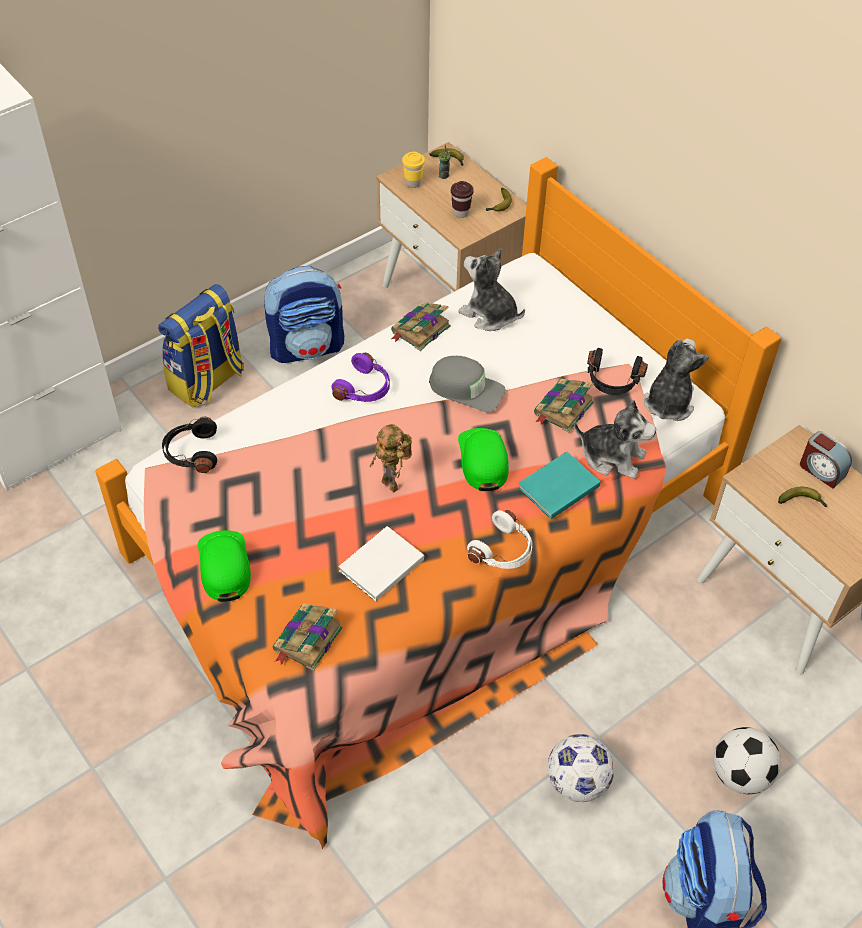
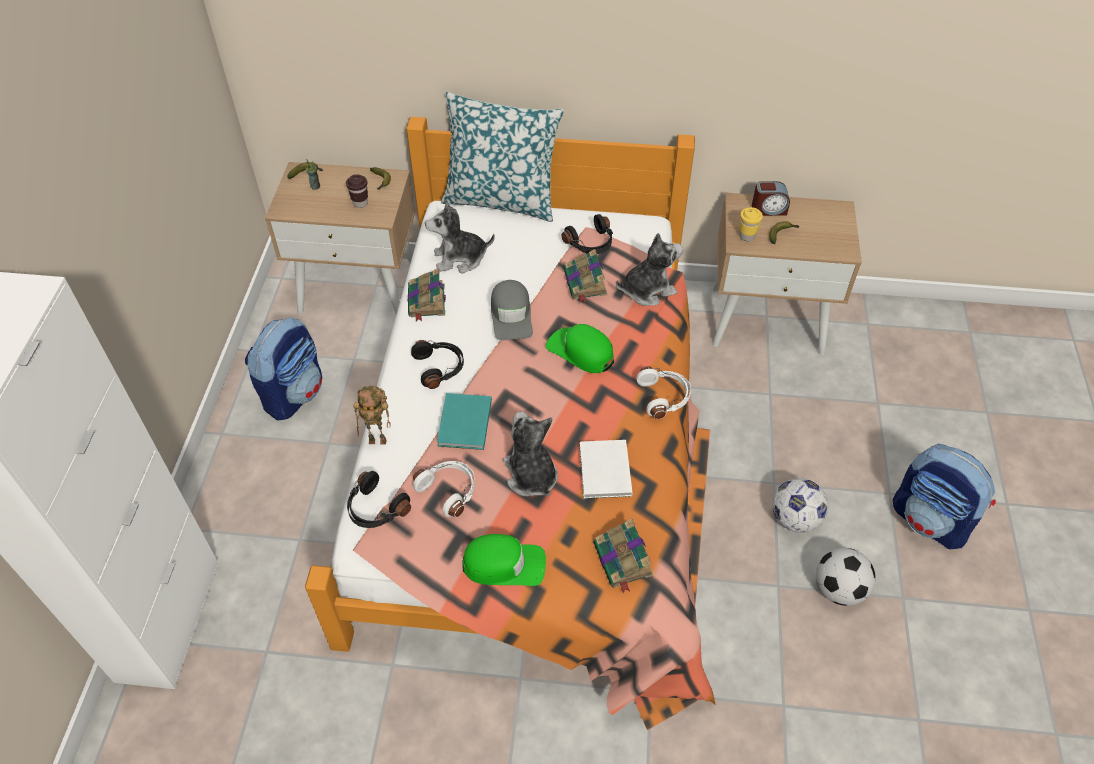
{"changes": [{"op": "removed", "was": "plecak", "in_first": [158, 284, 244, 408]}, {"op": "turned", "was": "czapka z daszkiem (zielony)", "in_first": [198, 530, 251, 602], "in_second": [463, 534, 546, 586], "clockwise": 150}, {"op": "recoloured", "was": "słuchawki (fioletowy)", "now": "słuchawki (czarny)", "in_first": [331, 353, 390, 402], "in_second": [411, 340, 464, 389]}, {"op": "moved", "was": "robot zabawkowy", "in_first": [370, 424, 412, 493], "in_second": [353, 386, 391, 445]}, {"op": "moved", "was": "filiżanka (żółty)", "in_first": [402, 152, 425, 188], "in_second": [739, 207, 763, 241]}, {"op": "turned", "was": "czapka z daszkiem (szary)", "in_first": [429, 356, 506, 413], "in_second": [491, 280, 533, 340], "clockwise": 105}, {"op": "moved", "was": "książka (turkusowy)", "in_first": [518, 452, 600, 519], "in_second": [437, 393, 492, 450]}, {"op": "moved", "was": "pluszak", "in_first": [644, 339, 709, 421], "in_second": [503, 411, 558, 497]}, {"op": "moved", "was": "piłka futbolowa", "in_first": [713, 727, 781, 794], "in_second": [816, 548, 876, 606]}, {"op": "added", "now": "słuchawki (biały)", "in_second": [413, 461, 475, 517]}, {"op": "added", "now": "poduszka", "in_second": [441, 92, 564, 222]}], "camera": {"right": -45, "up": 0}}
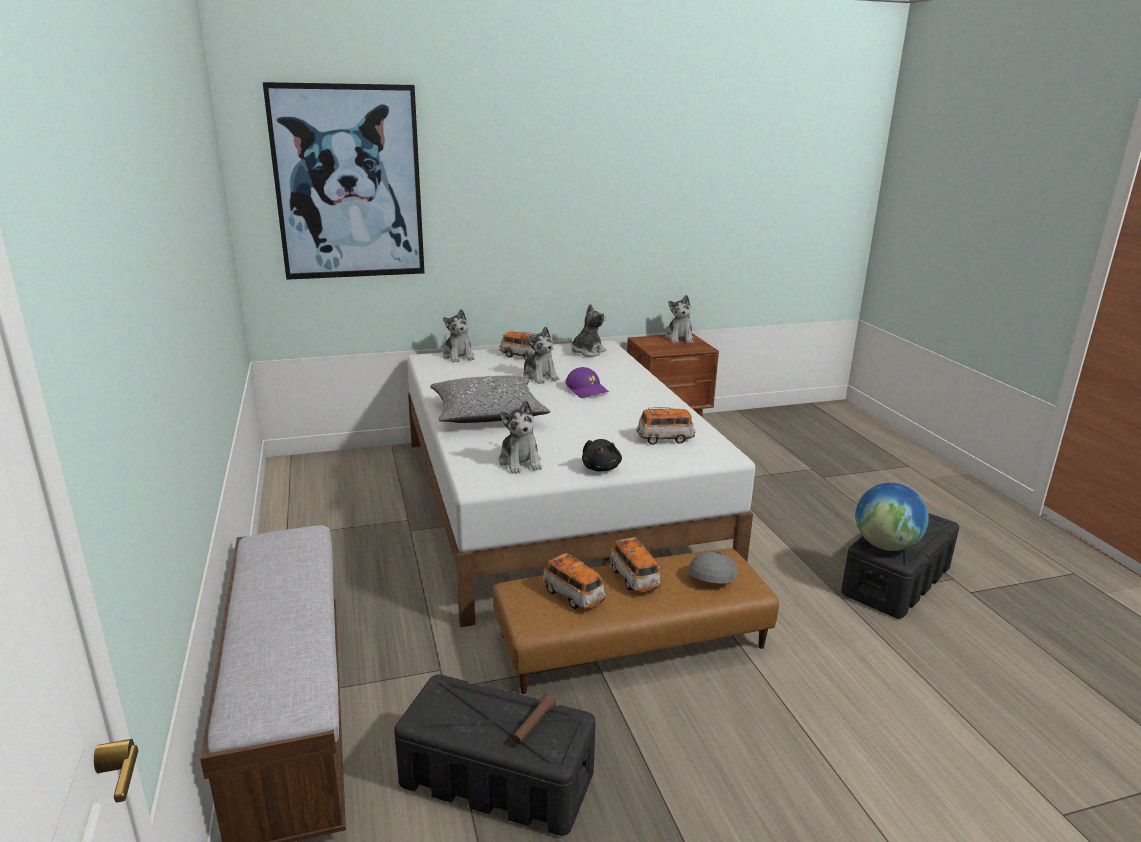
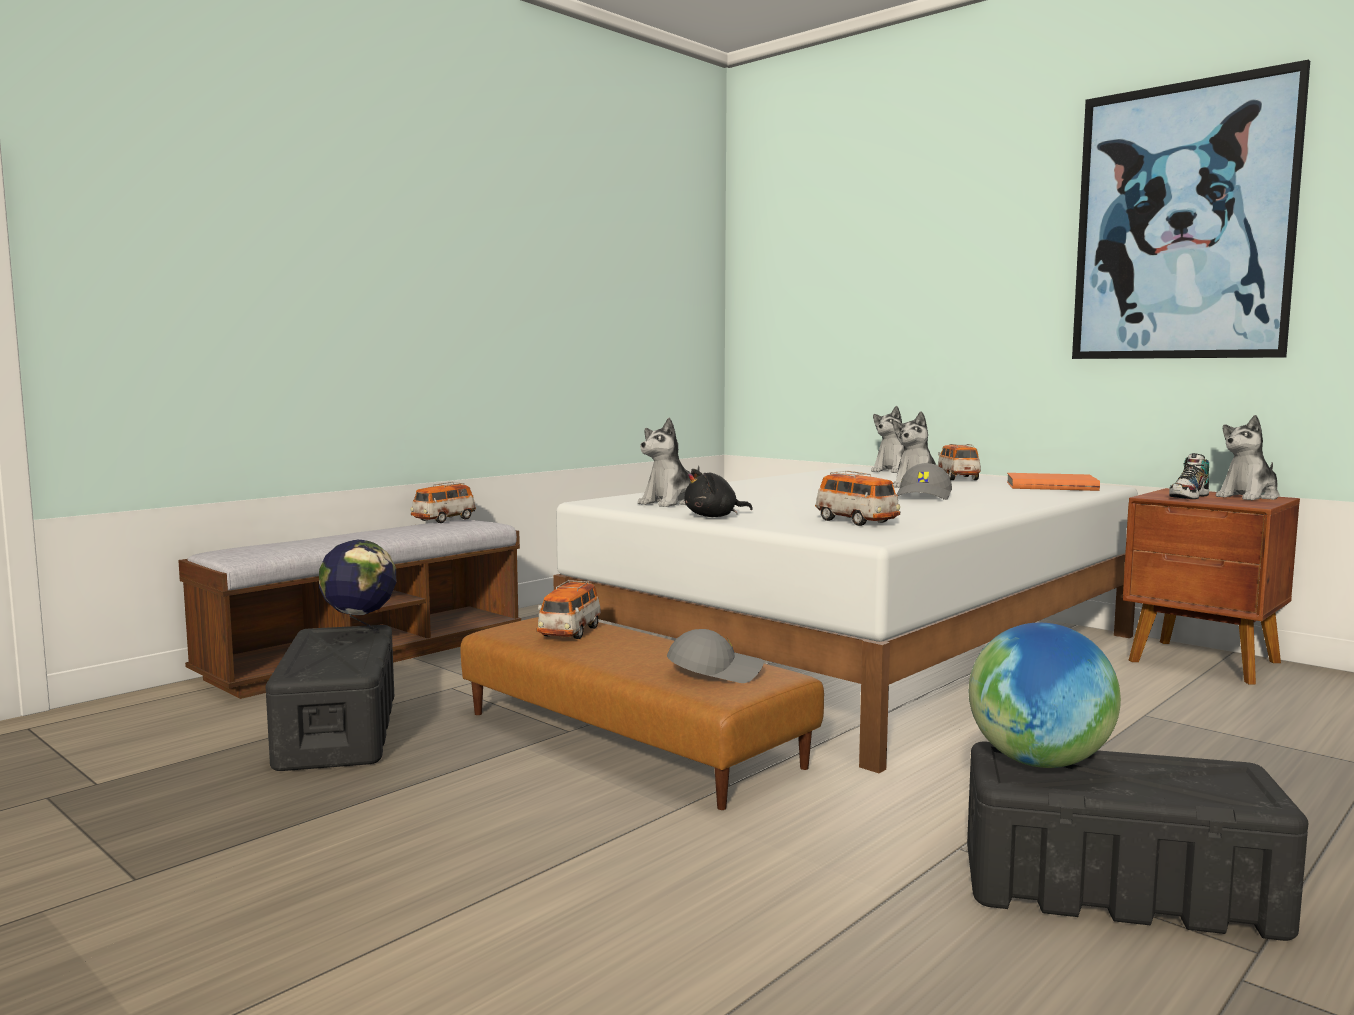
{"changes": [{"op": "moved", "was": "obraz", "in_first": [263, 82, 424, 280], "in_second": [1072, 60, 1310, 359]}, {"op": "removed", "was": "poduszka (szary)", "in_first": [430, 375, 550, 423]}, {"op": "removed", "was": "latarka (brązowy)", "in_first": [511, 694, 556, 745]}, {"op": "recoloured", "was": "czapka z daszkiem (fioletowy)", "now": "czapka z daszkiem (szary)", "in_first": [566, 367, 609, 398], "in_second": [897, 463, 952, 500]}, {"op": "replaced", "was": "pluszak", "now": "książka (pomarańczowy)", "in_first": [570, 304, 607, 357], "in_second": [1007, 473, 1100, 491]}, {"op": "moved", "was": "samochodzik", "in_first": [610, 537, 661, 592], "in_second": [411, 482, 476, 523]}, {"op": "added", "now": "globus", "in_second": [319, 540, 396, 643]}, {"op": "added", "now": "but", "in_second": [1169, 453, 1209, 499]}], "camera": {"right": 60, "up": -15}}
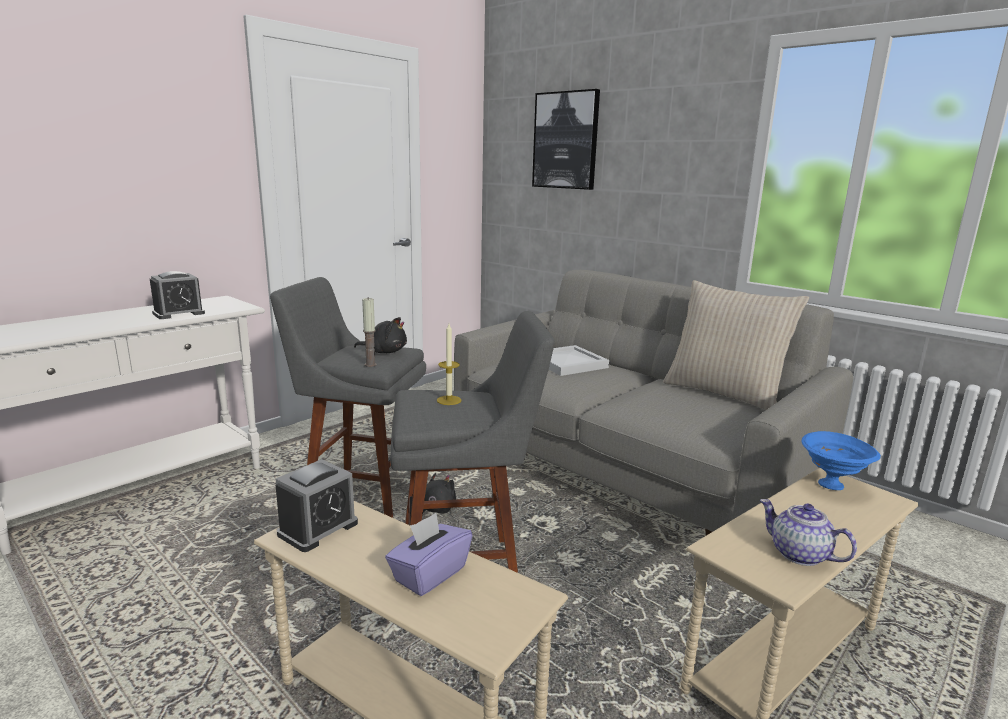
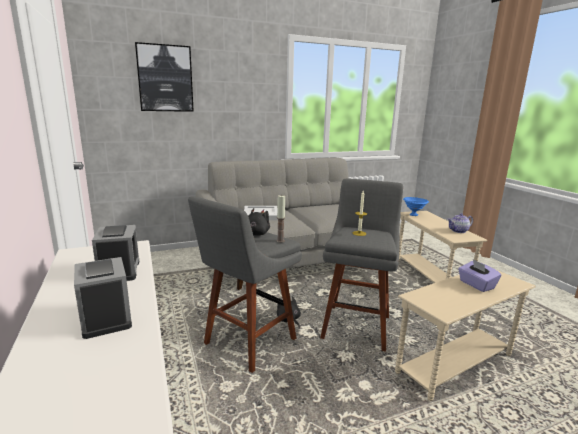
{"changes": [{"op": "moved", "was": "budzik", "in_first": [275, 459, 358, 552], "in_second": [74, 257, 132, 339]}, {"op": "removed", "was": "poduszka (beżowy)", "in_first": [663, 280, 809, 410]}], "camera": {"right": -65, "up": 0}}
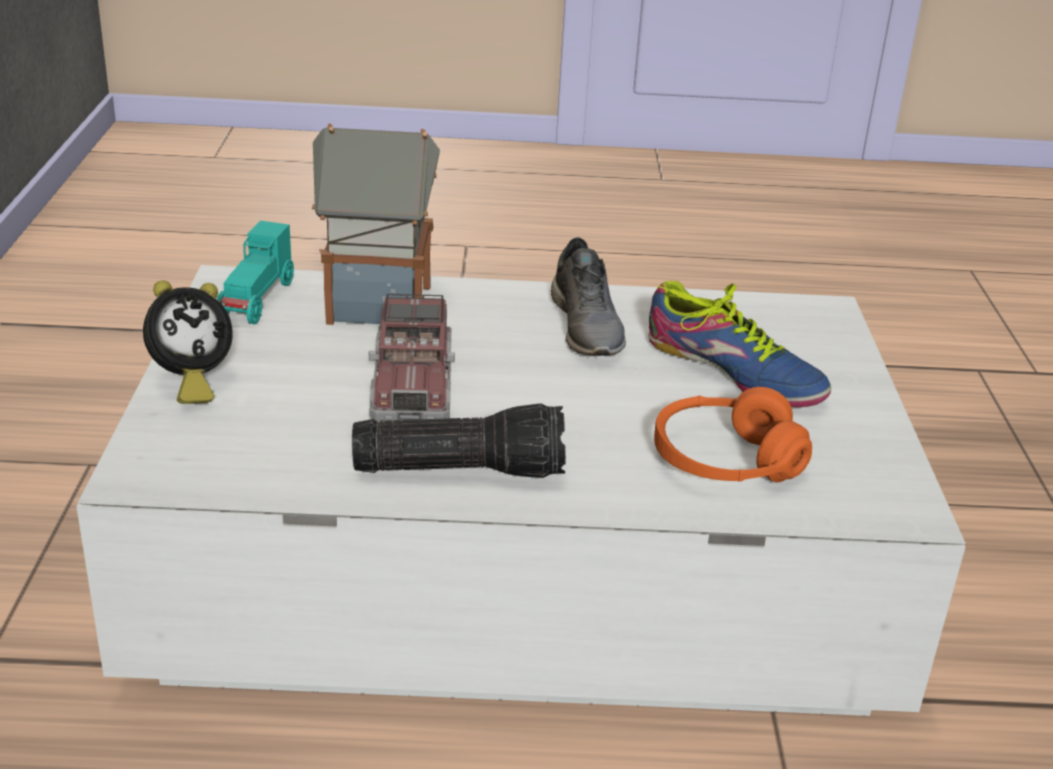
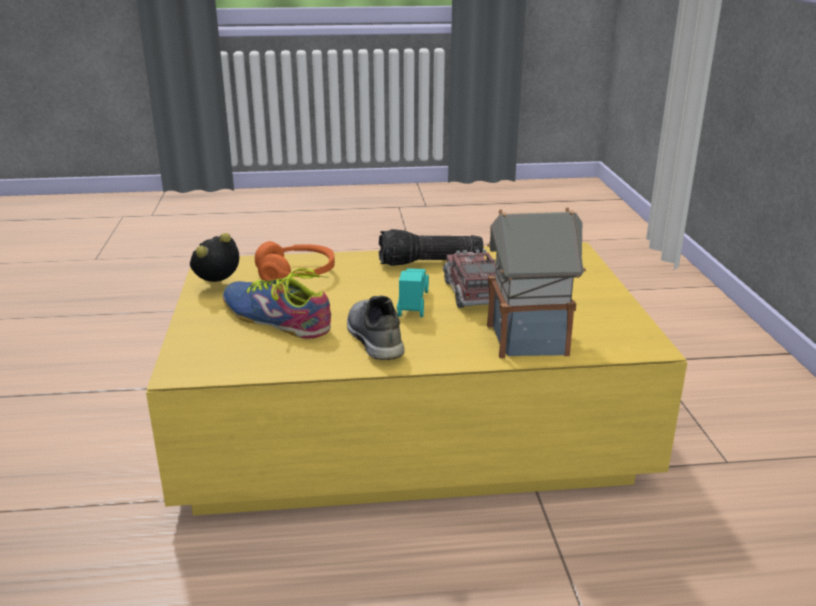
{"changes": [{"op": "recoloured", "was": "ława (biały)", "now": "ława (żółty)", "in_first": [76, 265, 966, 716], "in_second": [146, 242, 687, 515]}, {"op": "moved", "was": "budzik", "in_first": [143, 280, 233, 404], "in_second": [190, 233, 239, 282]}, {"op": "moved", "was": "samochodzik (turkusowy)", "in_first": [217, 221, 294, 324], "in_second": [397, 268, 429, 317]}], "camera": {"right": 175, "up": -5}}
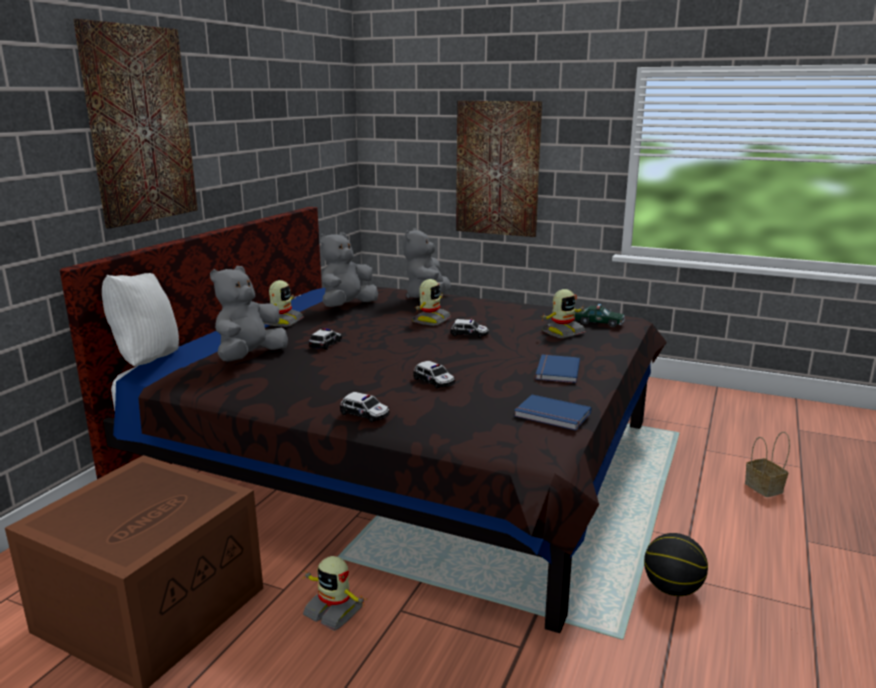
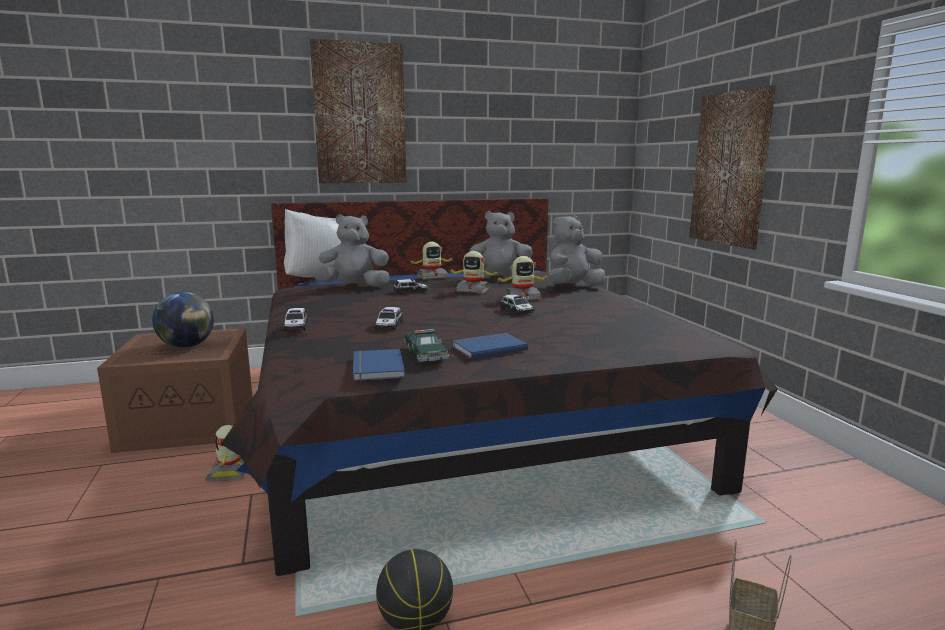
{"changes": [{"op": "moved", "was": "robot zabawkowy", "in_first": [541, 289, 586, 338], "in_second": [448, 251, 499, 293]}, {"op": "moved", "was": "samochodzik", "in_first": [574, 304, 625, 327], "in_second": [403, 329, 449, 363]}, {"op": "added", "now": "globus", "in_second": [152, 292, 214, 348]}], "camera": {"right": 50, "up": -5}}
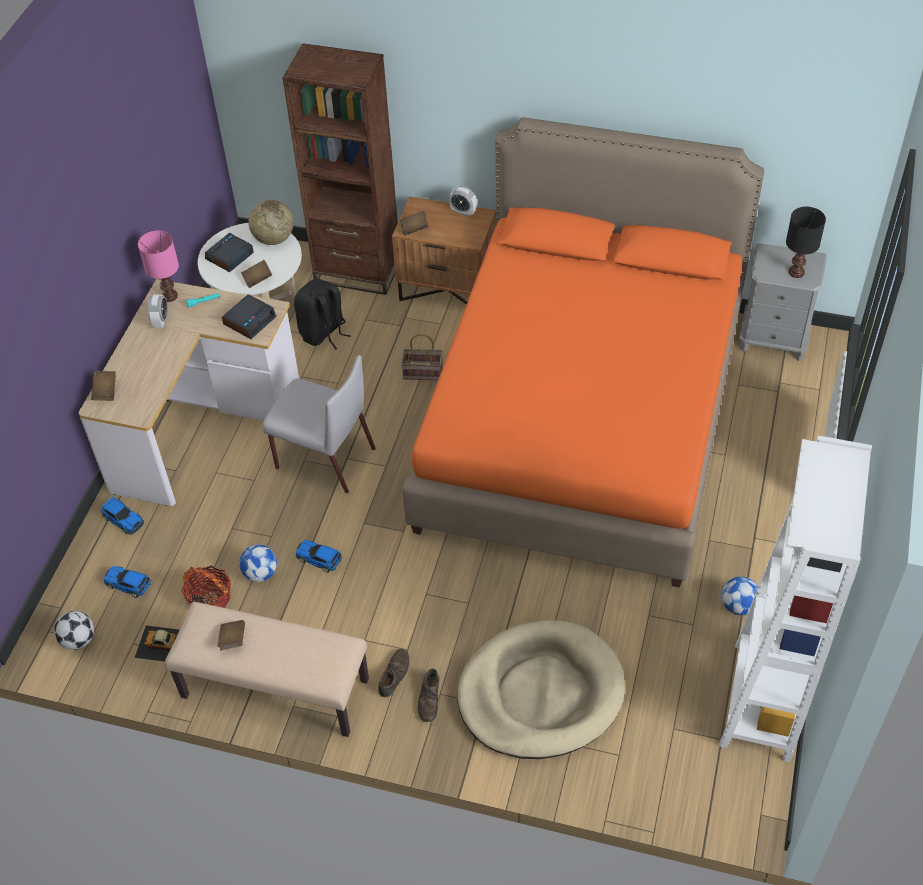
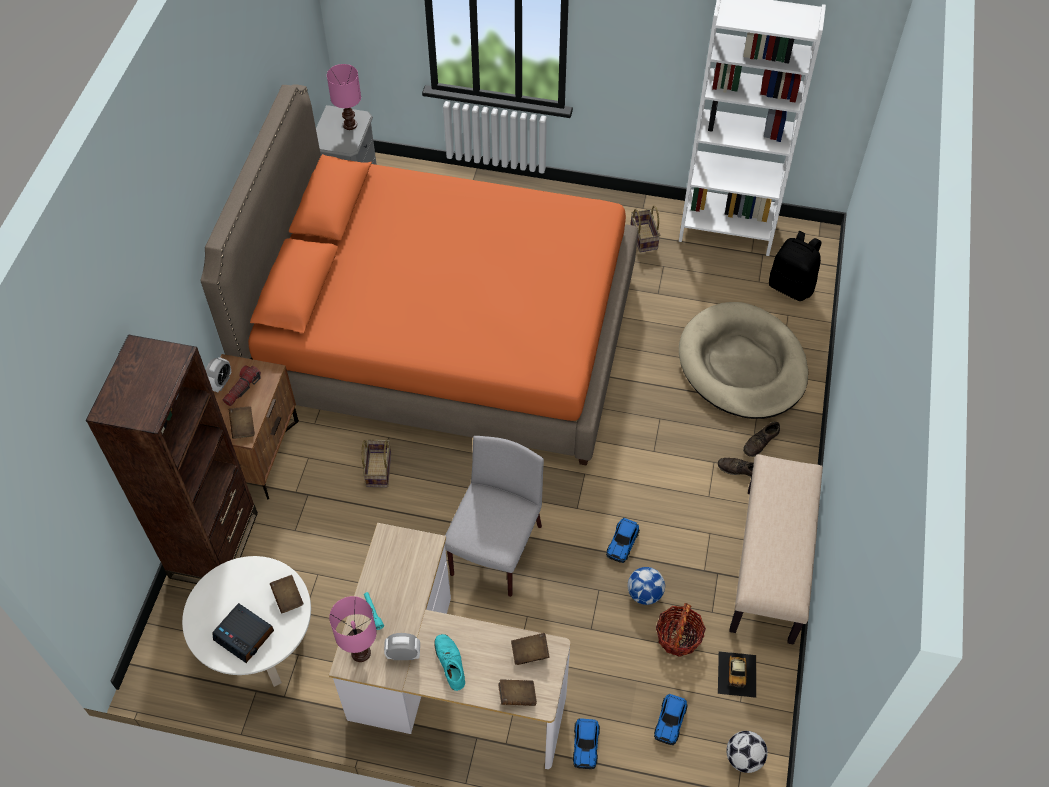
{"changes": [{"op": "turned", "was": "samochodzik", "in_first": [101, 497, 144, 535], "in_second": [573, 718, 600, 769], "clockwise": 150}, {"op": "moved", "was": "książka (brązowy)", "in_first": [218, 620, 245, 651], "in_second": [511, 633, 549, 665]}, {"op": "removed", "was": "budzik", "in_first": [222, 294, 277, 339]}, {"op": "removed", "was": "globus", "in_first": [248, 200, 293, 245]}, {"op": "moved", "was": "plecak (czarny)", "in_first": [294, 278, 351, 349], "in_second": [769, 231, 822, 301]}, {"op": "turned", "was": "but (brązowy)", "in_first": [418, 669, 439, 722], "in_second": [743, 422, 780, 457], "clockwise": 135}, {"op": "replaced", "was": "piłka futbolowa", "now": "koszyk", "in_first": [722, 577, 758, 615], "in_second": [630, 205, 660, 252]}, {"op": "recoloured", "was": "lampa stołowa (czarny)", "now": "lampa stołowa (różowy)", "in_first": [786, 207, 826, 278], "in_second": [327, 64, 361, 130]}, {"op": "added", "now": "latarka", "in_second": [223, 365, 261, 406]}, {"op": "added", "now": "but (turkusowy)", "in_second": [435, 634, 465, 691]}], "camera": {"right": -95, "up": 5}}
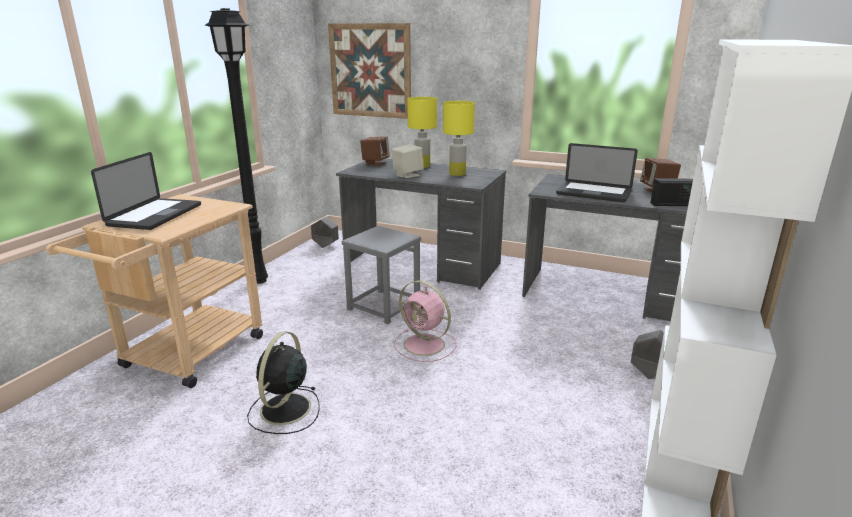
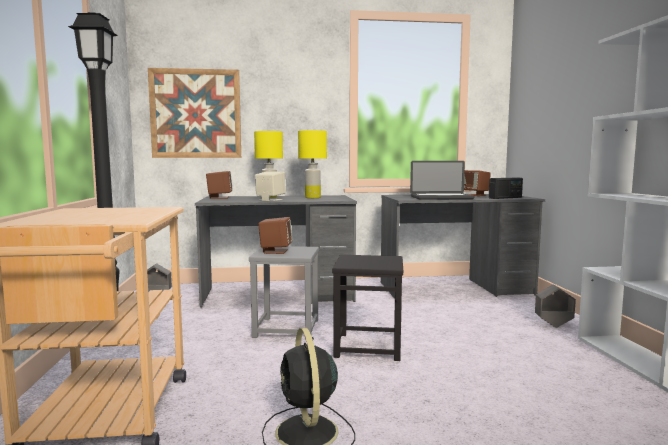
{"changes": [{"op": "removed", "was": "laptop", "in_first": [91, 152, 201, 230]}, {"op": "replaced", "was": "wentylator (różowy)", "now": "stołek (czarny)", "in_first": [394, 280, 457, 362], "in_second": [332, 255, 403, 361]}, {"op": "added", "now": "głośnik (brązowy)", "in_second": [258, 217, 292, 254]}], "camera": {"right": -30, "up": -15}}
